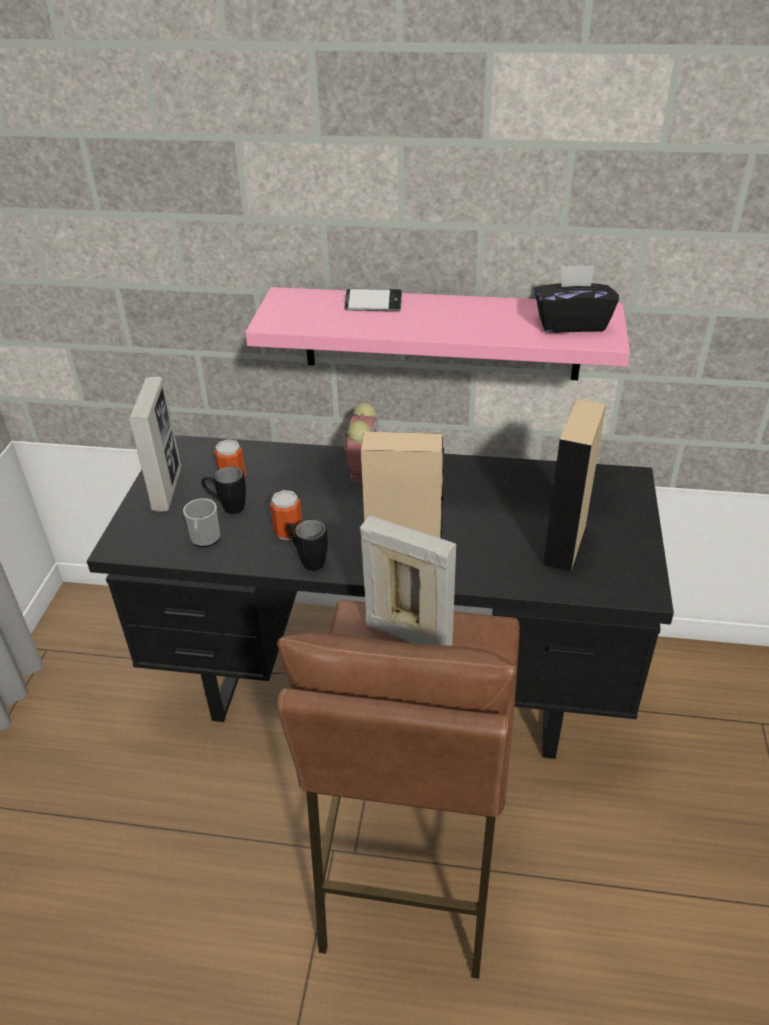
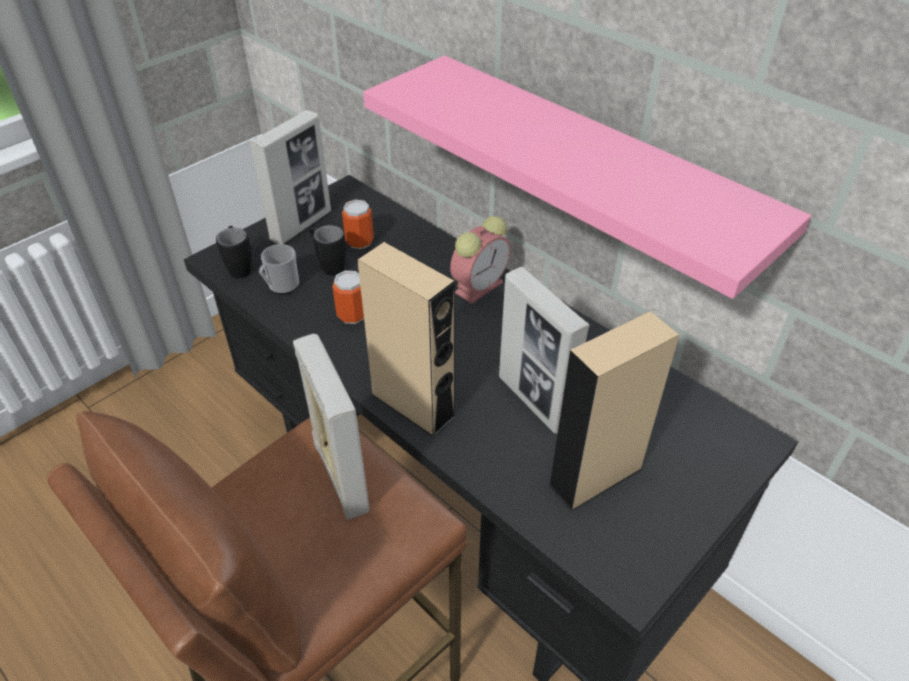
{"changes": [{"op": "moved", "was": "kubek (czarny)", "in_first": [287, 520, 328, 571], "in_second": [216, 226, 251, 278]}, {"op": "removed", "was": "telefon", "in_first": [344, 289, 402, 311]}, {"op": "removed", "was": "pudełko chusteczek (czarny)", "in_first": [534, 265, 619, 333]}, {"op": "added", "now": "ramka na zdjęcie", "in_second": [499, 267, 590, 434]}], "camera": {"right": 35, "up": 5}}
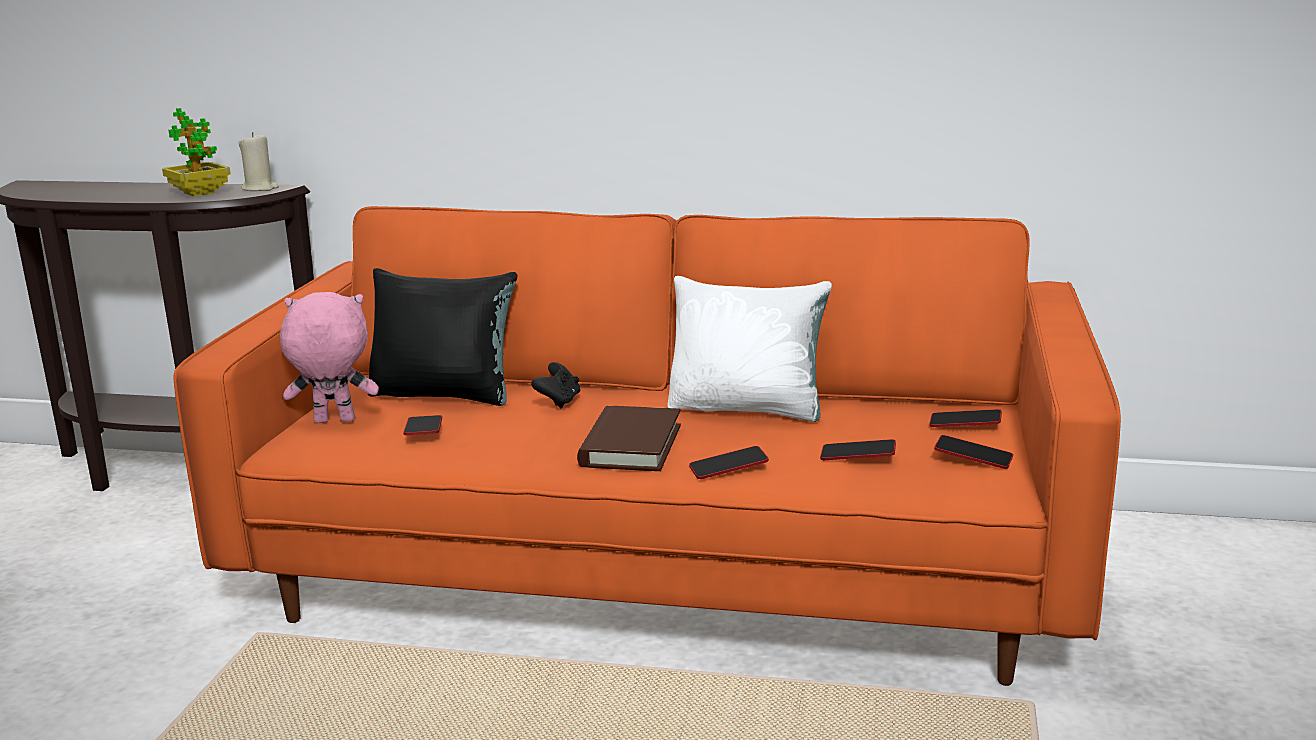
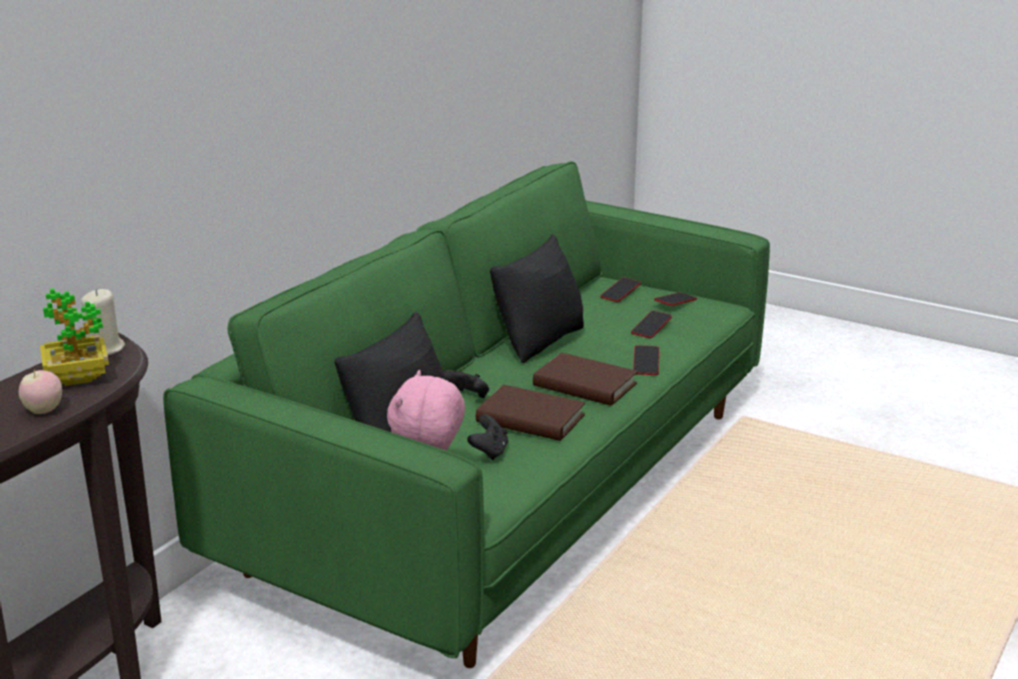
{"changes": [{"op": "recoloured", "was": "kanapa (pomarańczowy)", "now": "kanapa (zielony)", "in_first": [173, 206, 1121, 686], "in_second": [163, 161, 770, 668]}, {"op": "replaced", "was": "telefon", "now": "pad do gier (czarny)", "in_first": [403, 415, 442, 435], "in_second": [467, 415, 508, 460]}, {"op": "recoloured", "was": "poduszka (biały)", "now": "poduszka (czarny)", "in_first": [668, 276, 832, 422], "in_second": [490, 234, 584, 363]}, {"op": "added", "now": "jabłko", "in_second": [19, 369, 62, 414]}, {"op": "added", "now": "książka (brązowy)", "in_second": [476, 385, 585, 441]}], "camera": {"right": -70, "up": 5}}
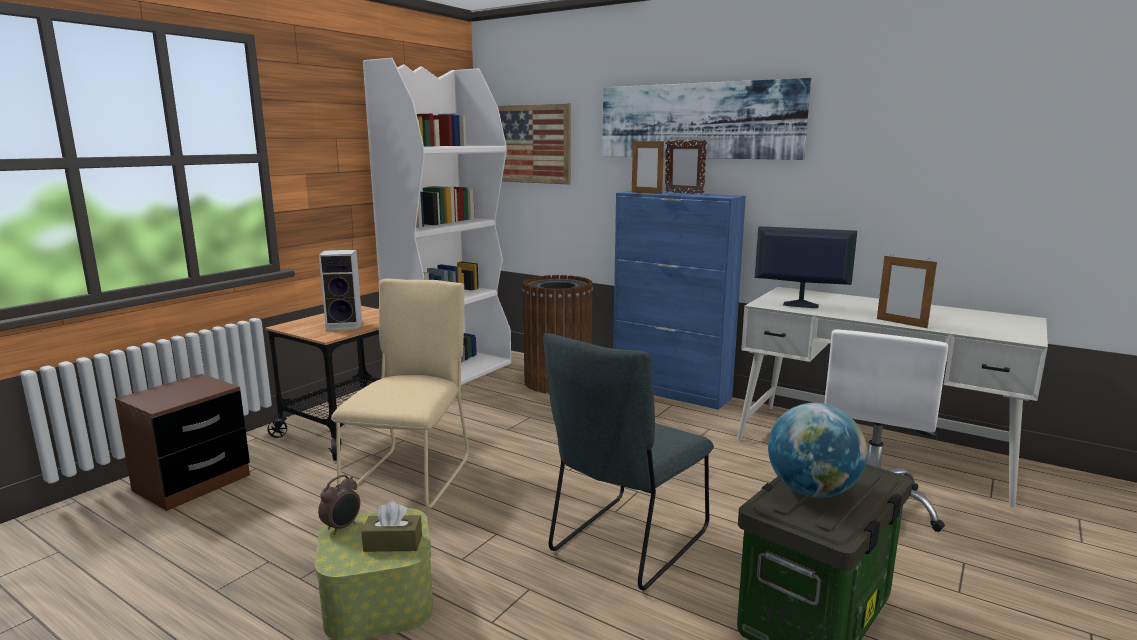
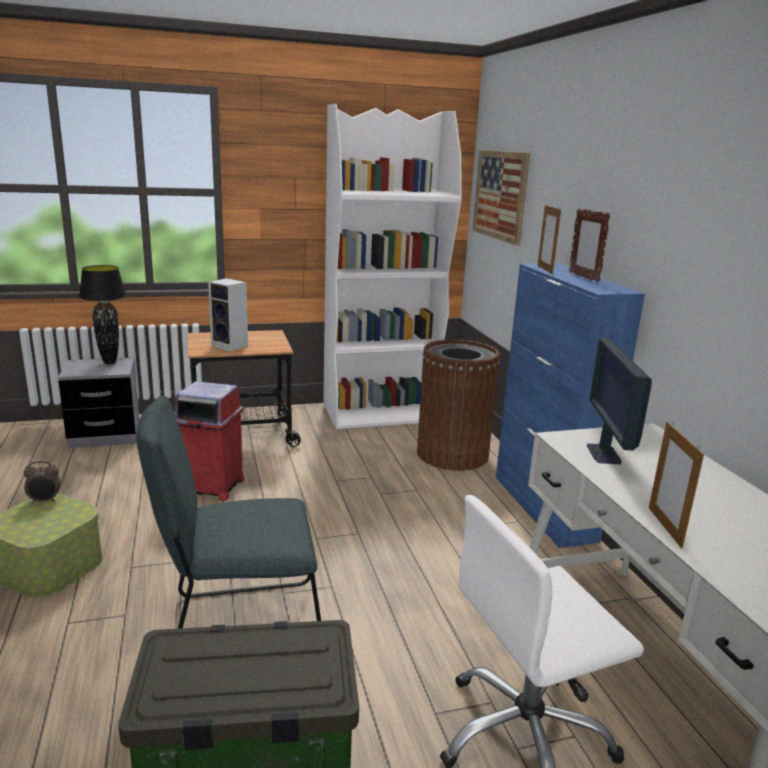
{"changes": [{"op": "recoloured", "was": "szafka nocna (brązowy)", "now": "szafka nocna (szary)", "in_first": [115, 374, 250, 511], "in_second": [58, 358, 140, 448]}, {"op": "replaced", "was": "krzesło (beżowy)", "now": "kosz na śmieci (czerwony)", "in_first": [331, 279, 469, 508], "in_second": [175, 381, 244, 501]}, {"op": "removed", "was": "pudełko chusteczek (brązowy)", "in_first": [361, 502, 422, 552]}, {"op": "removed", "was": "obraz", "in_first": [602, 78, 811, 160]}, {"op": "turned", "was": "monitor", "in_first": [755, 226, 857, 308], "in_second": [587, 338, 652, 465], "clockwise": -150}, {"op": "removed", "was": "globus", "in_first": [768, 403, 867, 498]}, {"op": "added", "now": "lampa stołowa (czarny)", "in_second": [79, 265, 127, 364]}], "camera": {"right": 40, "up": 5}}
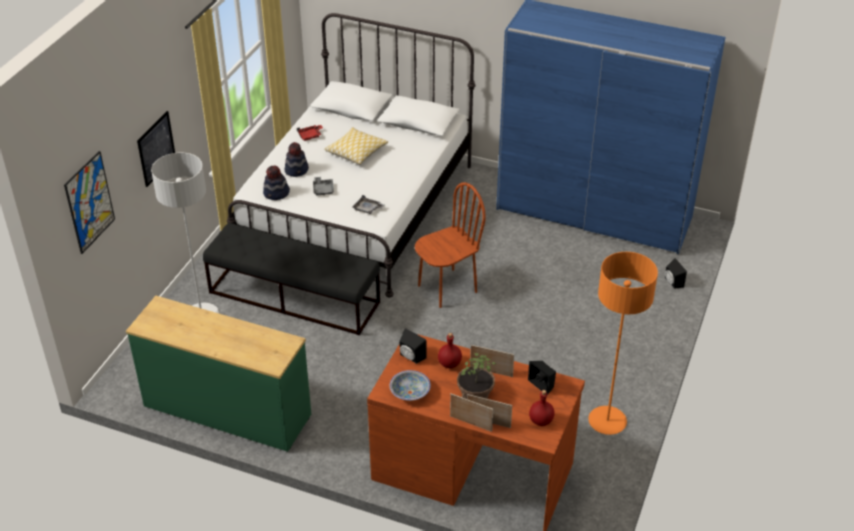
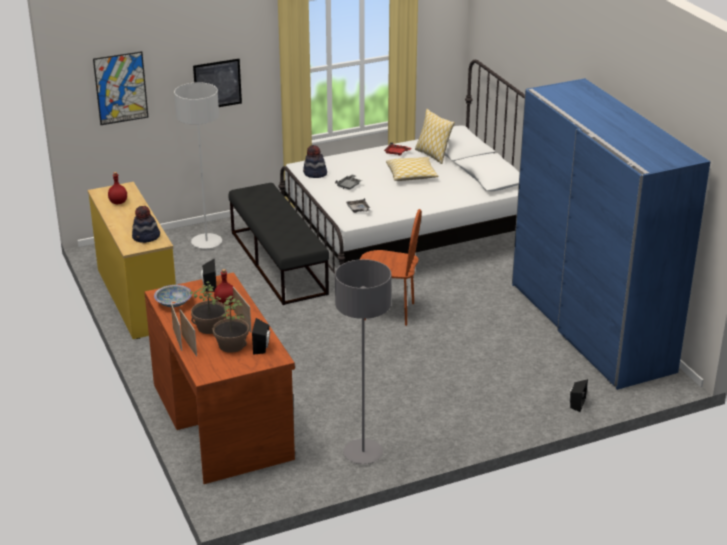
{"changes": [{"op": "recoloured", "was": "komoda (zielony)", "now": "komoda (żółty)", "in_first": [126, 296, 311, 452], "in_second": [88, 182, 176, 339]}, {"op": "moved", "was": "kapelusz", "in_first": [285, 142, 309, 177], "in_second": [132, 206, 160, 243]}, {"op": "moved", "was": "butelka (czerwony)", "in_first": [529, 390, 554, 426], "in_second": [108, 172, 127, 204]}, {"op": "recoloured", "was": "lampa stojąca (pomarańczowy)", "now": "lampa stojąca (szary)", "in_first": [588, 252, 658, 435], "in_second": [335, 259, 392, 464]}, {"op": "added", "now": "roślina doniczkowa", "in_second": [213, 296, 249, 353]}, {"op": "added", "now": "poduszka", "in_second": [415, 109, 455, 164]}], "camera": {"right": 45, "up": -10}}
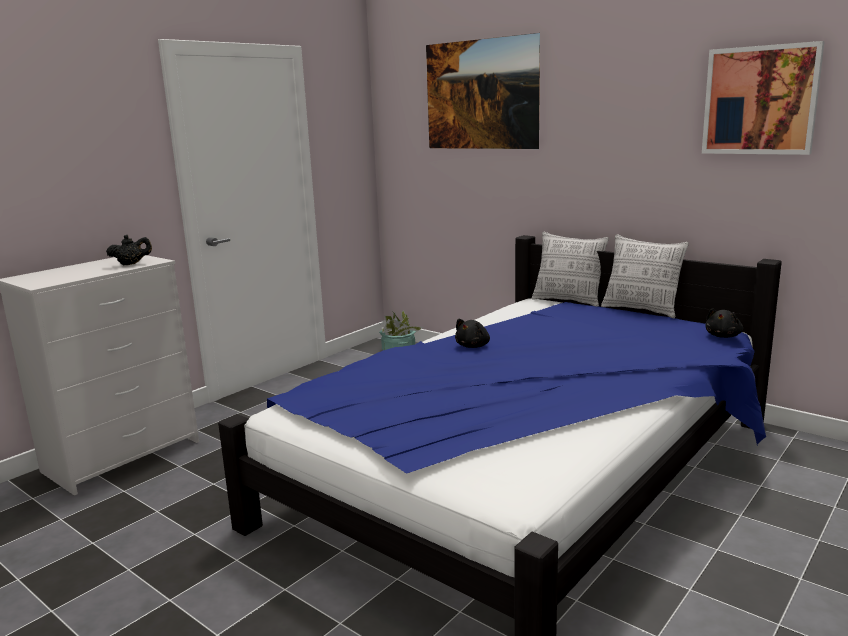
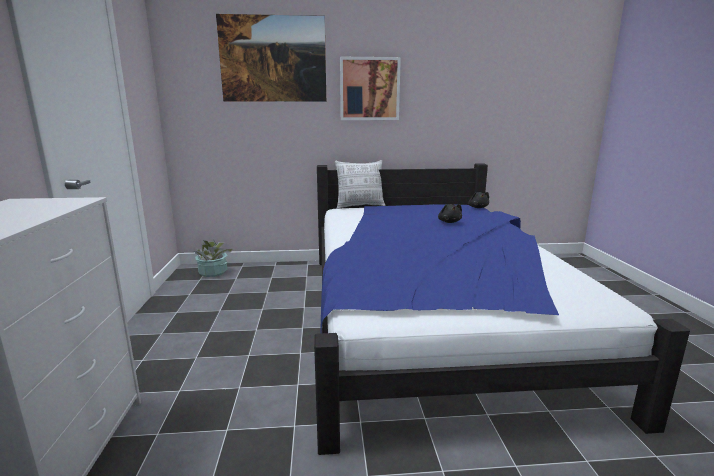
{"changes": [{"op": "removed", "was": "imbryk (czarny)", "in_first": [106, 235, 152, 265]}, {"op": "moved", "was": "pluszak (czarny)", "in_first": [455, 319, 490, 348], "in_second": [438, 204, 462, 223]}, {"op": "removed", "was": "poduszka", "in_first": [601, 234, 689, 318]}, {"op": "moved", "was": "obraz", "in_first": [702, 41, 825, 155], "in_second": [340, 57, 401, 120]}], "camera": {"right": -45, "up": 0}}
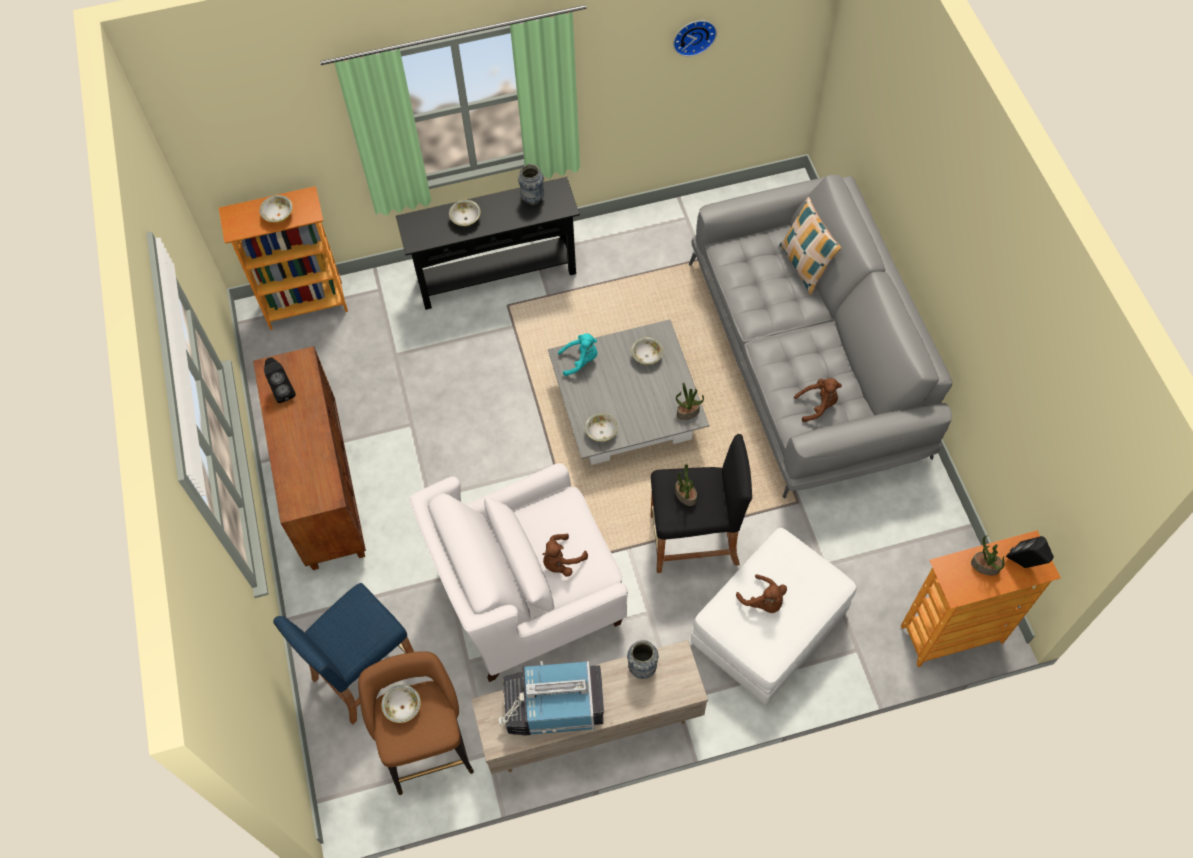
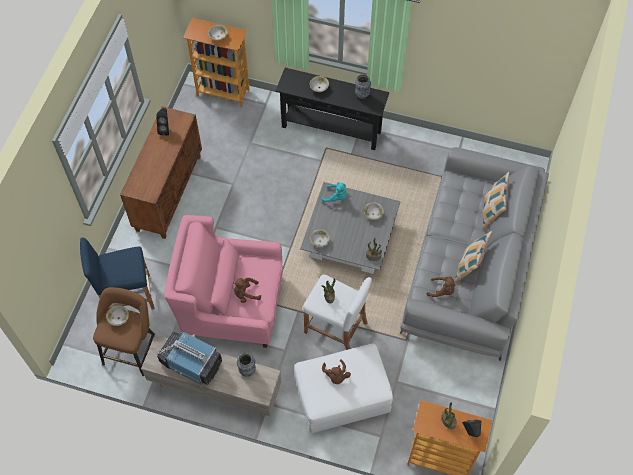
{"changes": [{"op": "recoloured", "was": "fotel (biały)", "now": "fotel (różowy)", "in_first": [410, 463, 628, 682], "in_second": [164, 215, 283, 348]}, {"op": "recoloured", "was": "stołek (czarny)", "now": "stołek (biały)", "in_first": [651, 434, 752, 573], "in_second": [303, 274, 372, 350]}, {"op": "removed", "was": "zegar ścienny", "in_first": [673, 21, 717, 56]}, {"op": "added", "now": "poduszka", "in_second": [455, 231, 492, 282]}], "camera": {"right": 30, "up": 0}}
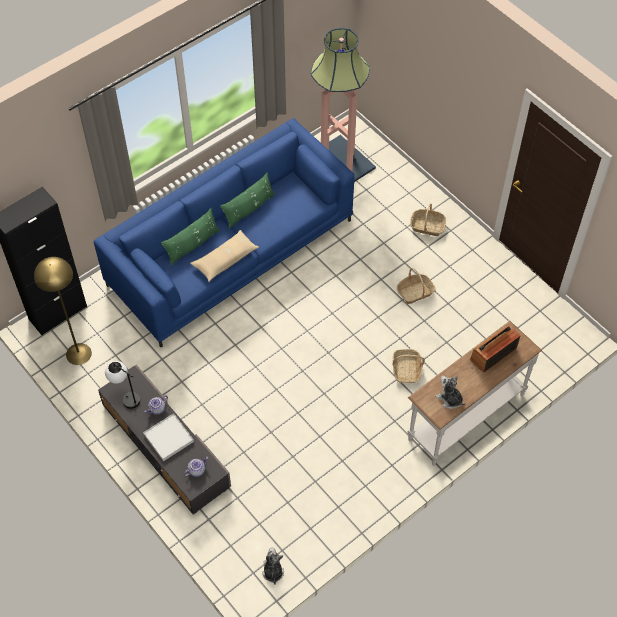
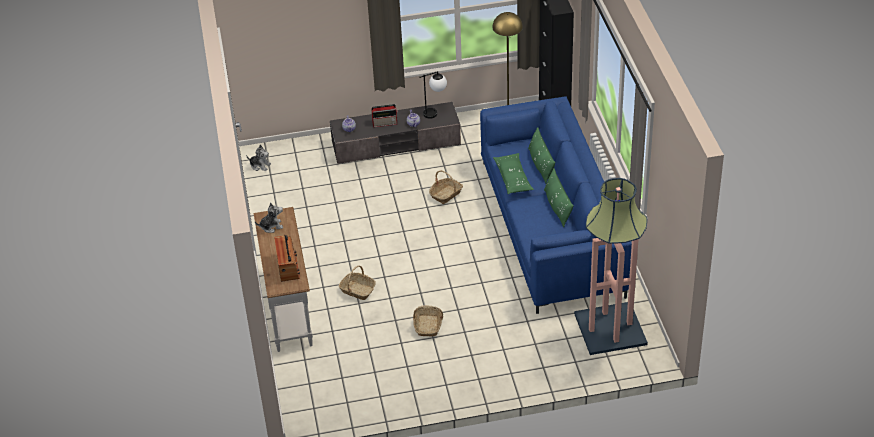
{"changes": [{"op": "replaced", "was": "taca (biały)", "now": "radio", "in_first": [143, 413, 194, 461], "in_second": [371, 104, 398, 127]}, {"op": "recoloured", "was": "poduszka (beżowy)", "now": "poduszka (zielony)", "in_first": [190, 230, 259, 282], "in_second": [493, 153, 534, 194]}, {"op": "moved", "was": "koszyk", "in_first": [410, 203, 446, 236], "in_second": [429, 170, 463, 204]}], "camera": {"right": 120, "up": -15}}
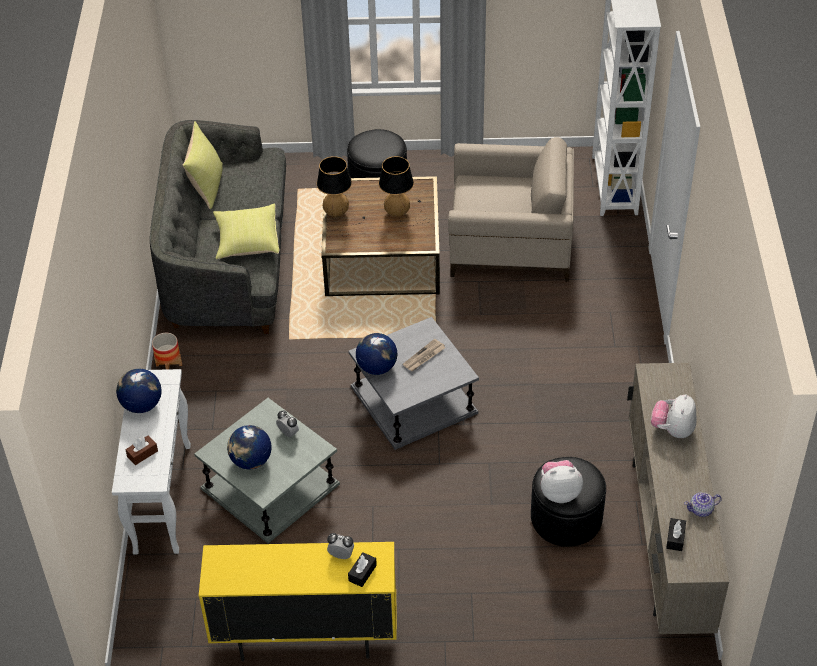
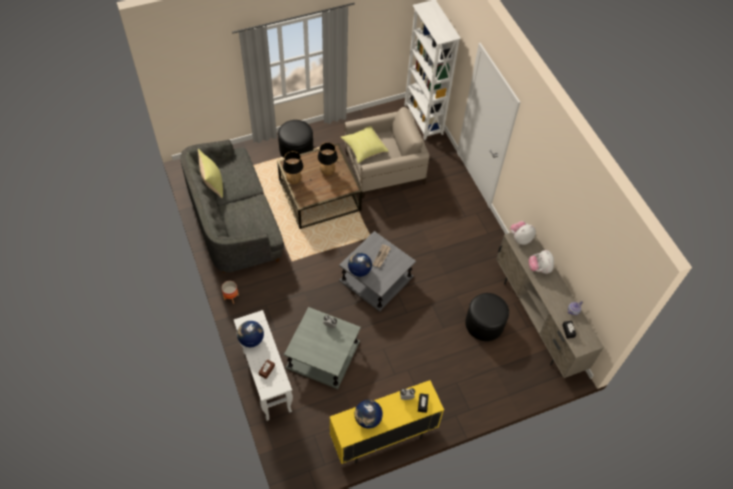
{"changes": [{"op": "moved", "was": "poduszka (żółty)", "in_first": [213, 204, 279, 259], "in_second": [341, 126, 389, 164]}, {"op": "moved", "was": "globus", "in_first": [227, 425, 272, 469], "in_second": [354, 400, 383, 429]}, {"op": "moved", "was": "pluszak", "in_first": [541, 460, 583, 503], "in_second": [510, 221, 536, 245]}], "camera": {"right": -25, "up": 10}}
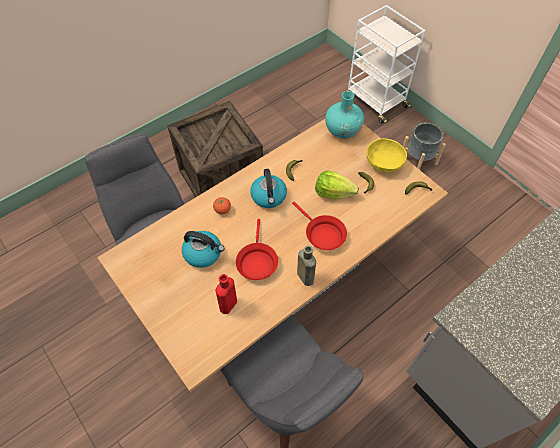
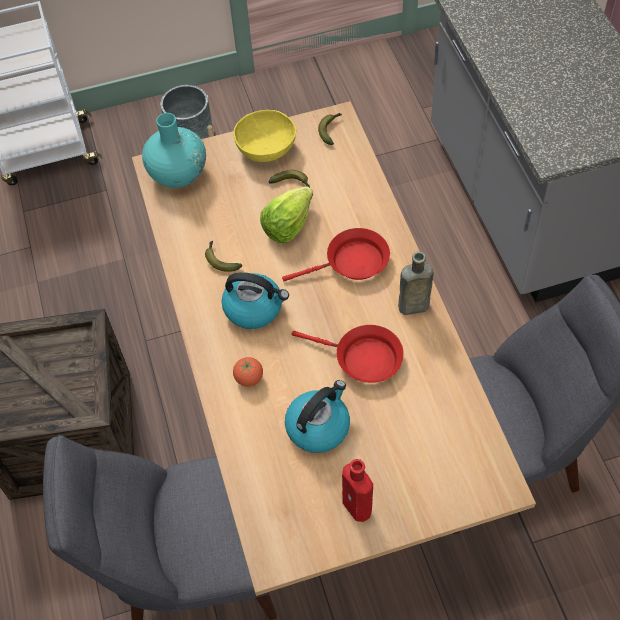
{"changes": [{"op": "moved", "was": "butelka (czerwony)", "in_first": [215, 274, 237, 314], "in_second": [342, 459, 373, 522]}], "camera": {"right": -65, "up": 0}}
